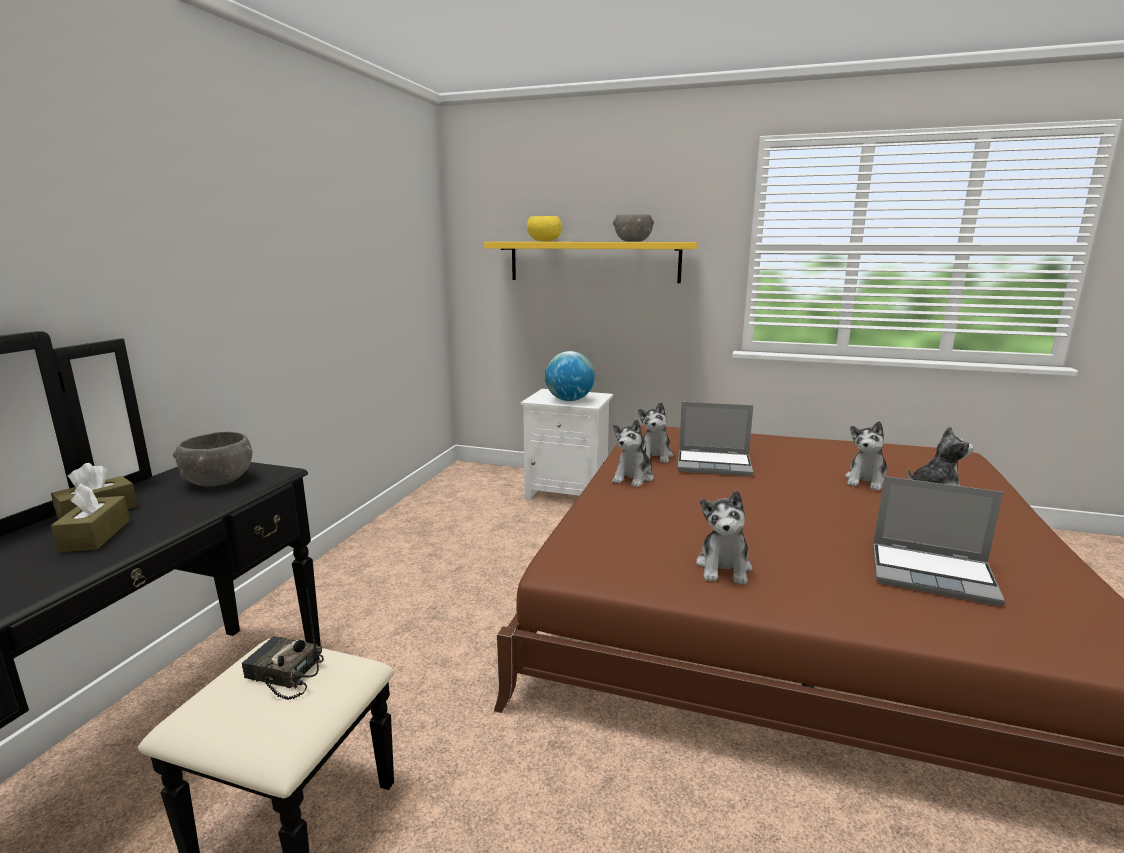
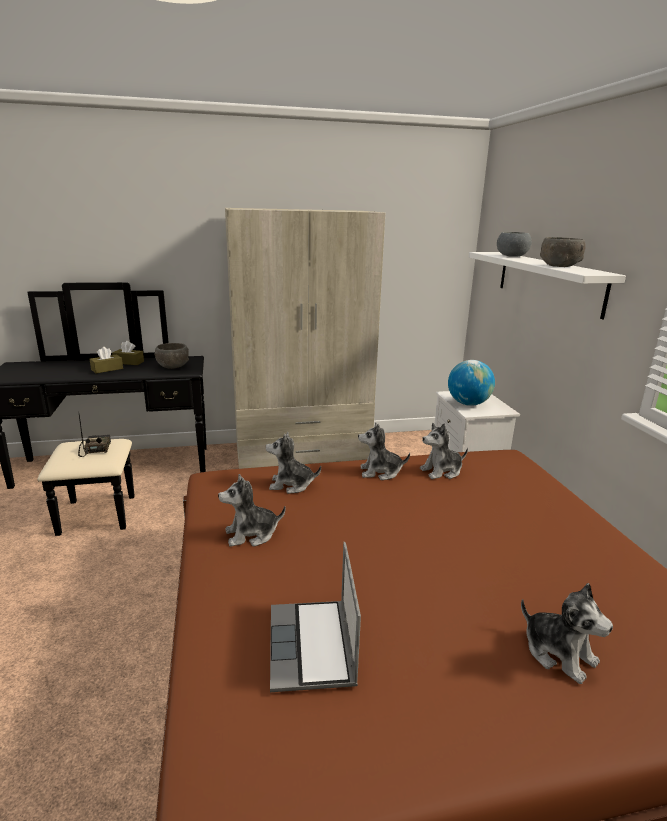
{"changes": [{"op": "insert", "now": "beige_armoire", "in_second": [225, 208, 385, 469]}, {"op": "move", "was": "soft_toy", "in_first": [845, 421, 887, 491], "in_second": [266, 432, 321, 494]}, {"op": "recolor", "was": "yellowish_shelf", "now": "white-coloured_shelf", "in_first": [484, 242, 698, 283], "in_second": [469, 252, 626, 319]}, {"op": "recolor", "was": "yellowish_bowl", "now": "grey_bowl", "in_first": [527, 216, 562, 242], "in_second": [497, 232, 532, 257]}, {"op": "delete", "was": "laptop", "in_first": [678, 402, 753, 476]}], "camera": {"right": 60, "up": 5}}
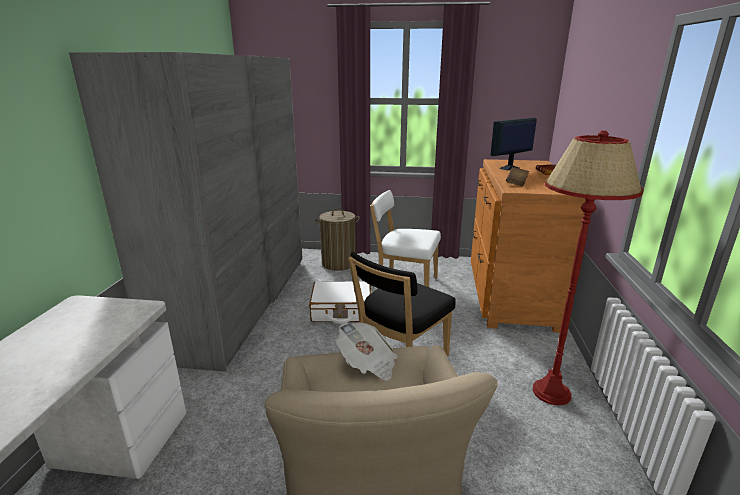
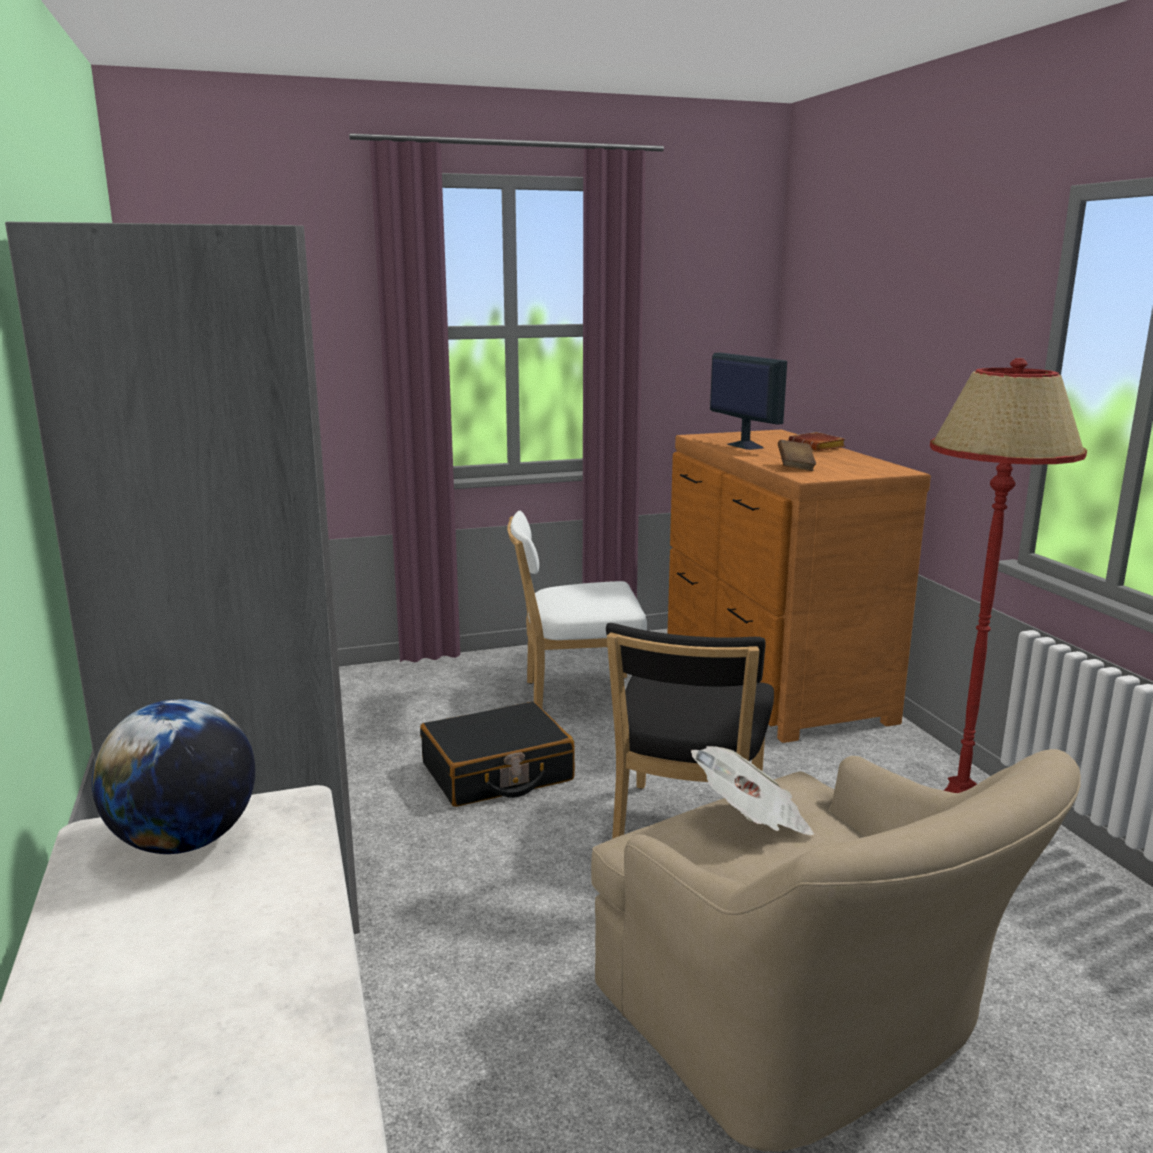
{"changes": [{"op": "insert", "now": "world_globe", "in_second": [92, 699, 255, 854]}, {"op": "recolor", "was": "white-coloured_piece_of_luggage", "now": "black_piece_of_luggage", "in_first": [309, 281, 372, 324], "in_second": [420, 702, 575, 807]}, {"op": "rotate", "was": "computer_screen", "in_first": [490, 118, 537, 170], "in_second": [710, 353, 787, 450], "clockwise": 120}, {"op": "delete", "was": "hamper", "in_first": [315, 208, 360, 271]}], "camera": {"right": -25, "up": -5}}
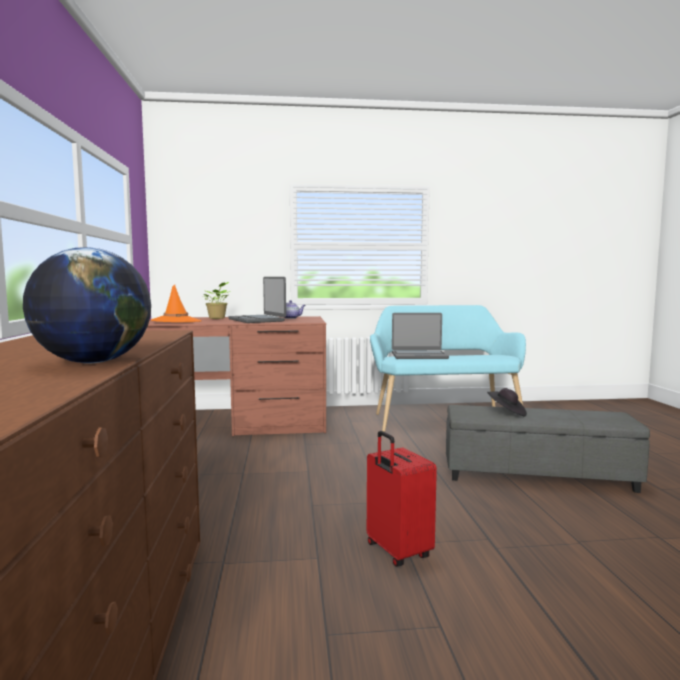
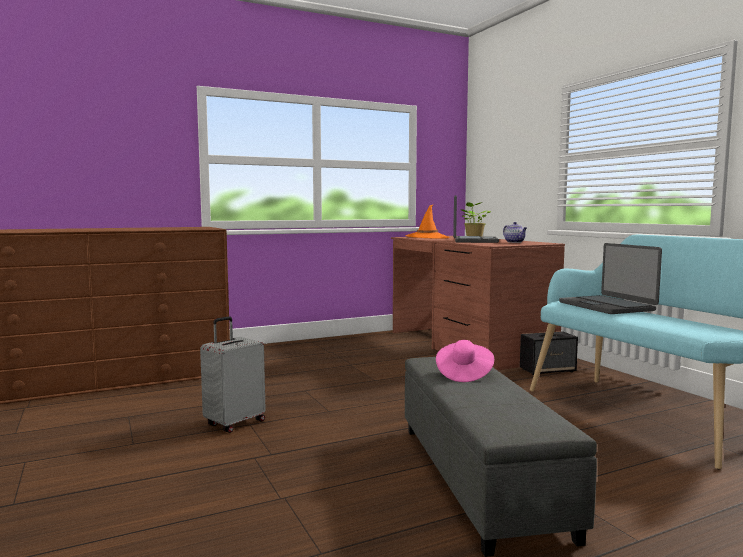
{"changes": [{"op": "recolor", "was": "red-coloured_piece_of_luggage", "now": "grey_piece_of_luggage", "in_first": [367, 431, 437, 566], "in_second": [200, 316, 266, 433]}, {"op": "recolor", "was": "black_wearable_hat", "now": "pinkish_wearable_hat", "in_first": [487, 388, 527, 416], "in_second": [436, 340, 494, 382]}, {"op": "rotate", "was": "laptop", "in_first": [228, 277, 286, 323], "in_second": [453, 195, 499, 243], "clockwise": 150}, {"op": "insert", "now": "loudspeaker", "in_second": [520, 332, 578, 375]}, {"op": "delete", "was": "world_globe", "in_first": [23, 247, 151, 363]}], "camera": {"right": 70, "up": 0}}
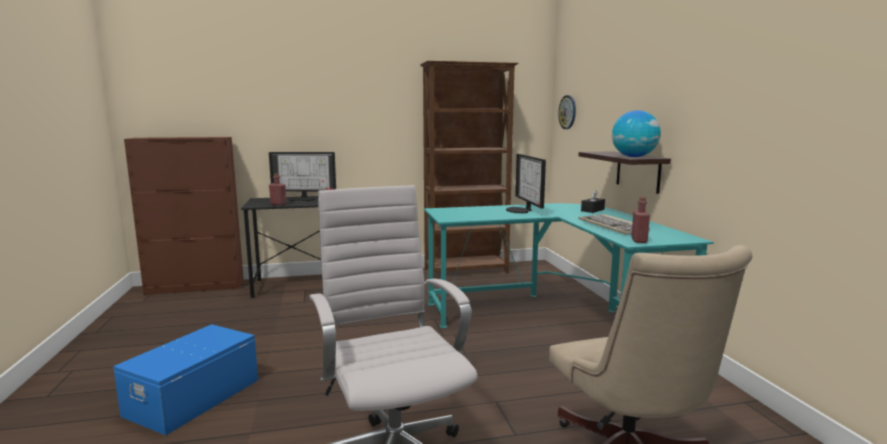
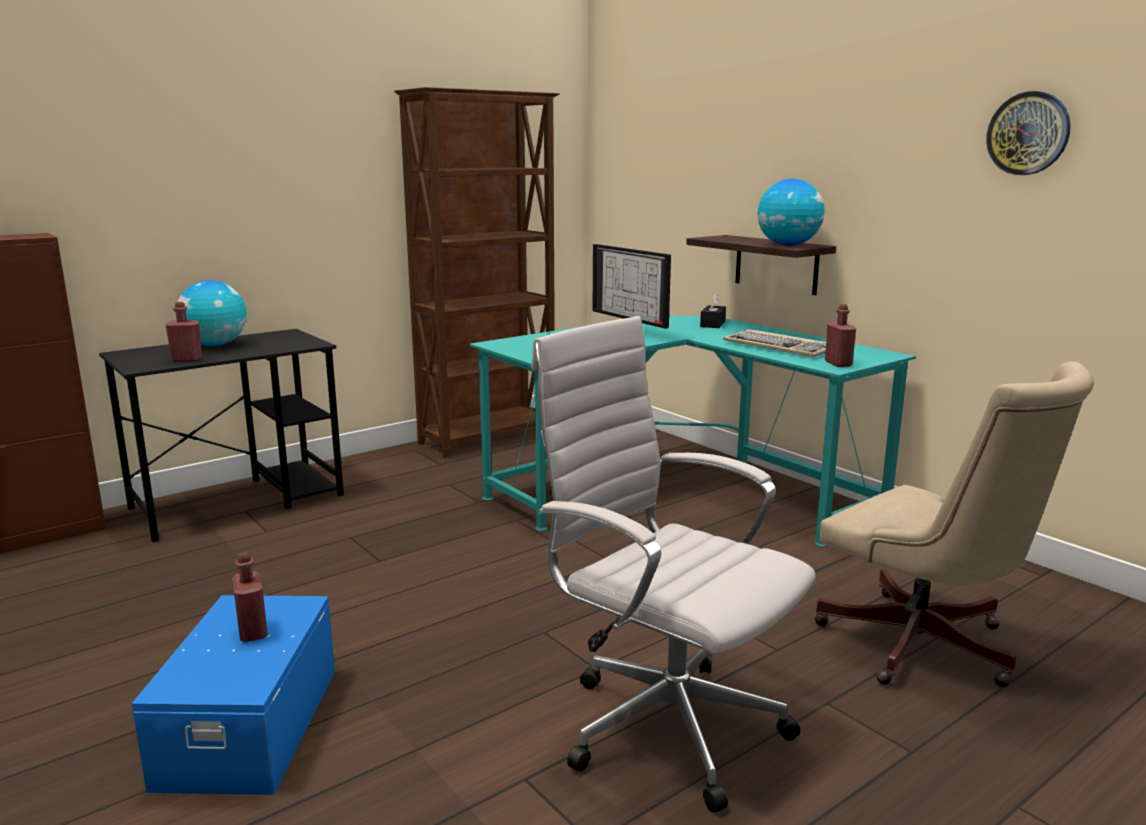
{"changes": [{"op": "replace", "was": "computer_screen", "now": "world_globe", "in_first": [269, 152, 336, 201], "in_second": [178, 280, 247, 346]}, {"op": "insert", "now": "red-coloured_drink_bottle", "in_second": [232, 552, 268, 642]}, {"op": "move", "was": "wall_clock", "in_first": [558, 95, 576, 129], "in_second": [986, 91, 1071, 175]}], "camera": {"right": -25, "up": 5}}
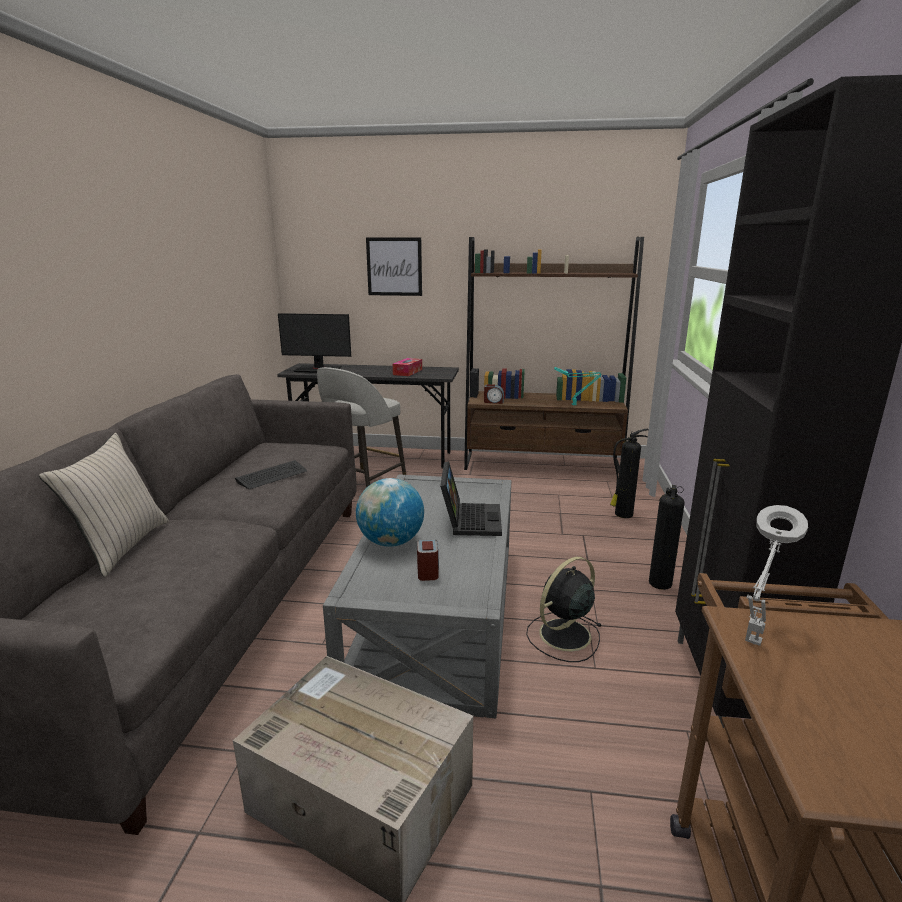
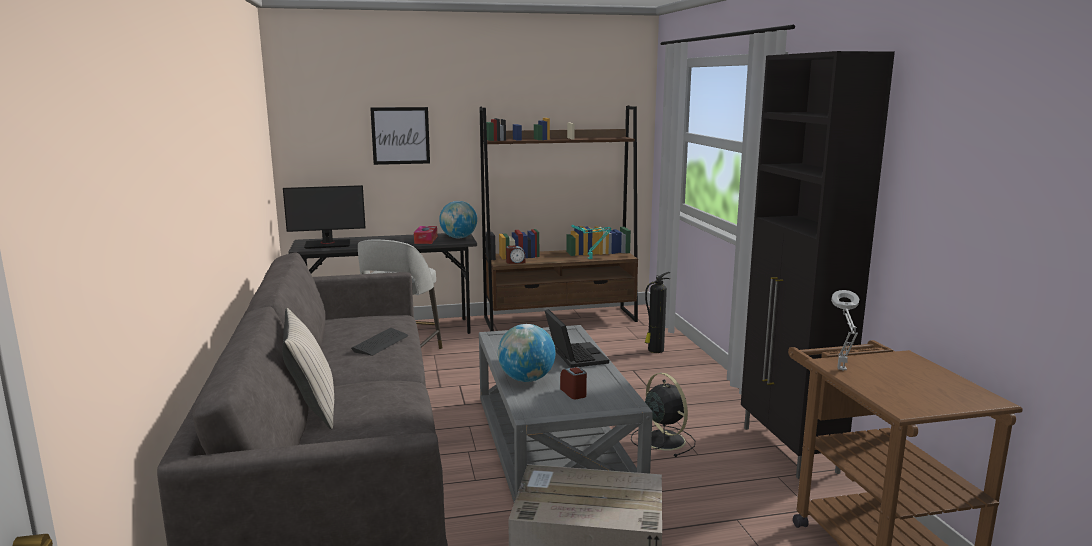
{"changes": [{"op": "insert", "now": "world_globe", "in_second": [439, 201, 477, 238]}, {"op": "rotate", "was": "black_cooling_fan", "in_first": [526, 557, 602, 662], "in_second": [631, 373, 695, 457], "clockwise": 120}, {"op": "delete", "was": "extinguisher", "in_first": [649, 485, 685, 590]}], "camera": {"right": -20, "up": -5}}
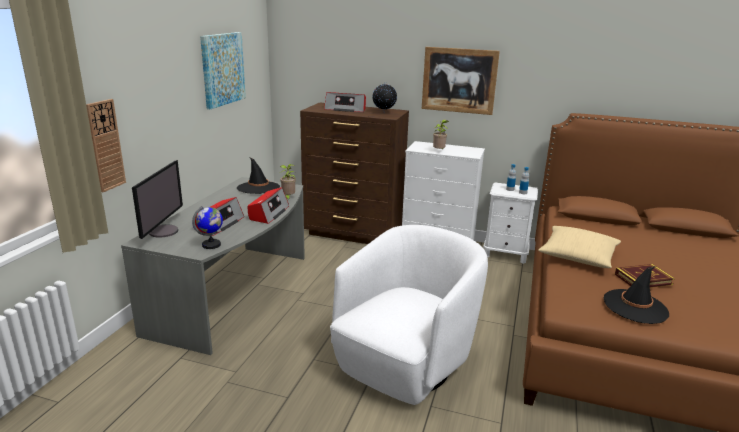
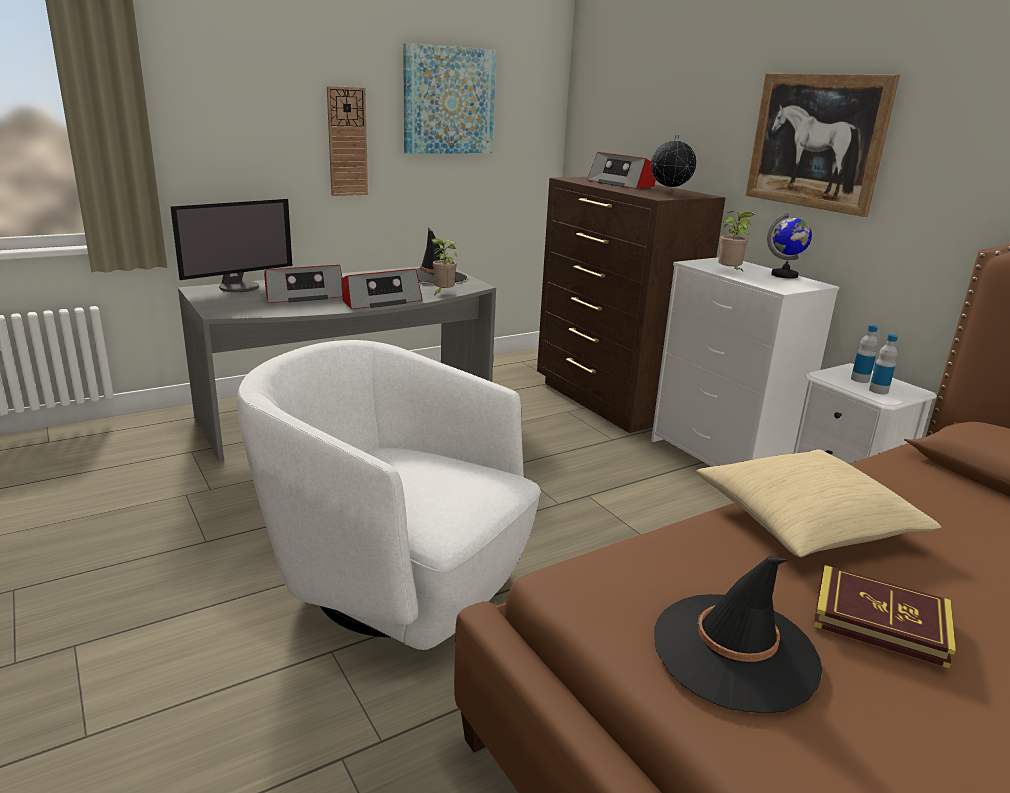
{"changes": [{"op": "rotate", "was": "white-coloured_lounge_chair", "in_first": [330, 225, 488, 405], "in_second": [237, 340, 541, 650], "clockwise": -135}, {"op": "move", "was": "wall_clock", "in_first": [86, 99, 126, 192], "in_second": [327, 86, 368, 196]}, {"op": "move", "was": "world_globe", "in_first": [192, 206, 223, 249], "in_second": [767, 213, 812, 279]}], "camera": {"right": 40, "up": 0}}
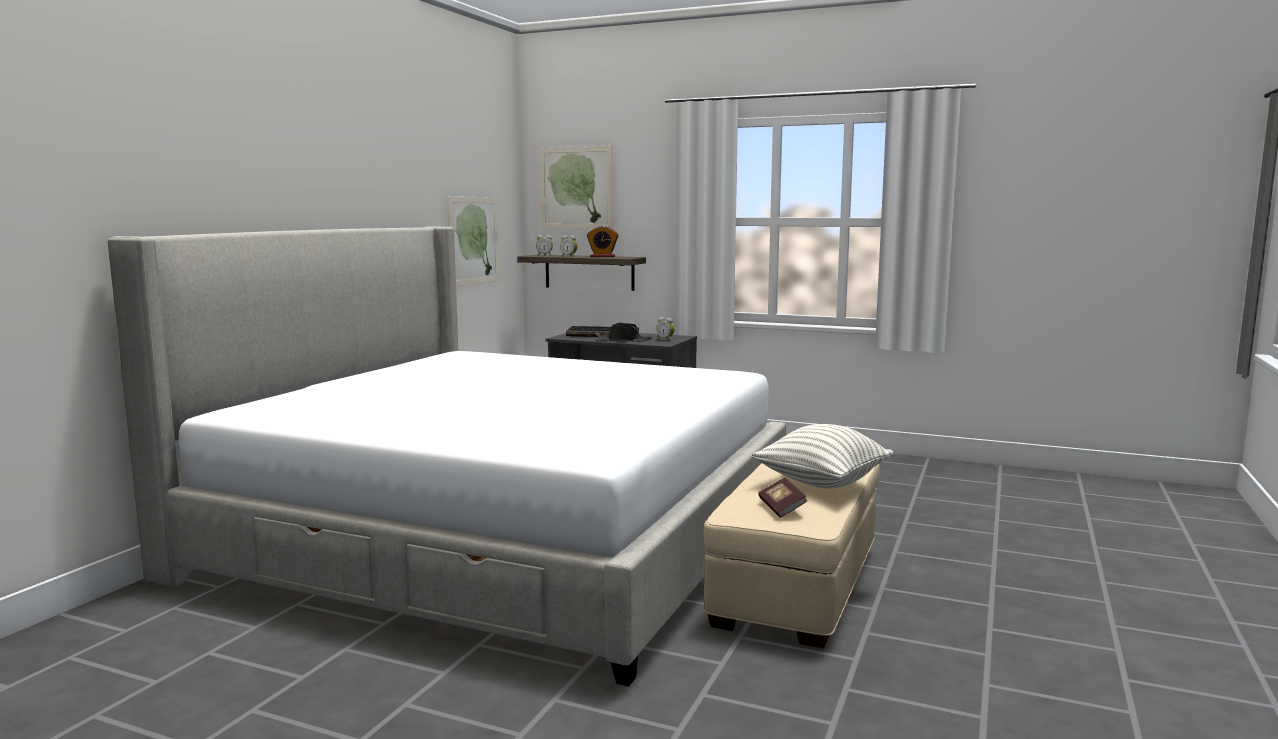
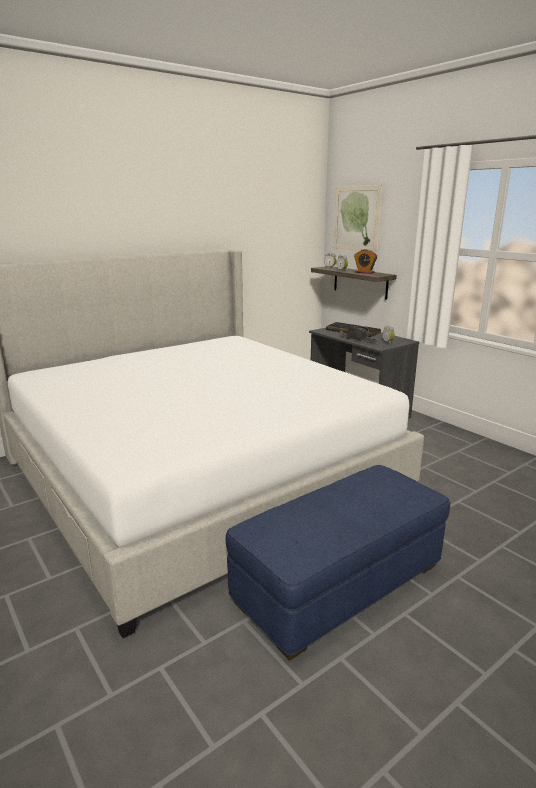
{"changes": [{"op": "recolor", "was": "beige_ottoman", "now": "bluish_ottoman", "in_first": [704, 463, 880, 648], "in_second": [226, 465, 450, 661]}, {"op": "delete", "was": "wall_art", "in_first": [447, 196, 500, 287]}, {"op": "delete", "was": "throw_pillow", "in_first": [752, 424, 893, 489]}, {"op": "delete", "was": "volume", "in_first": [758, 478, 807, 518]}], "camera": {"right": 30, "up": 10}}
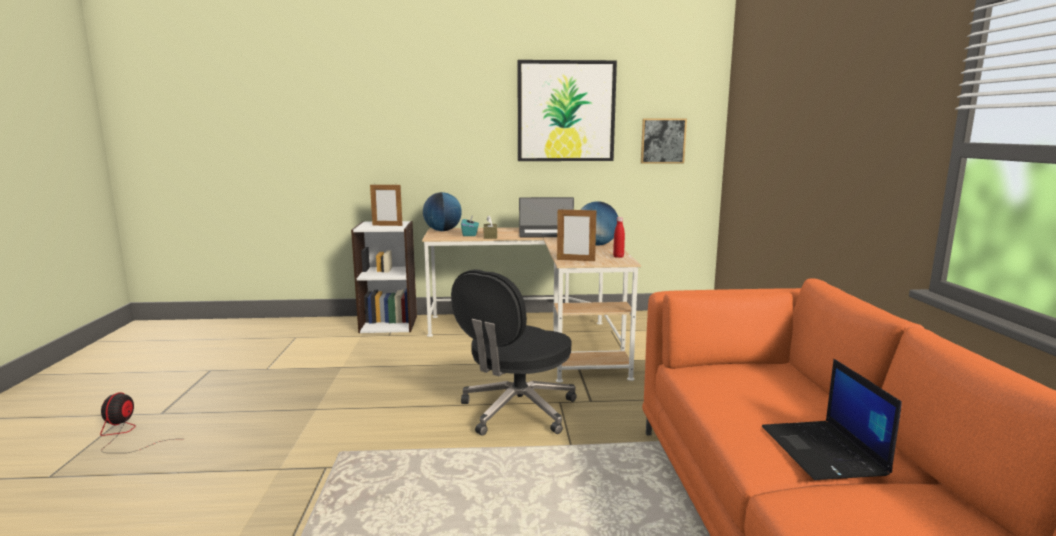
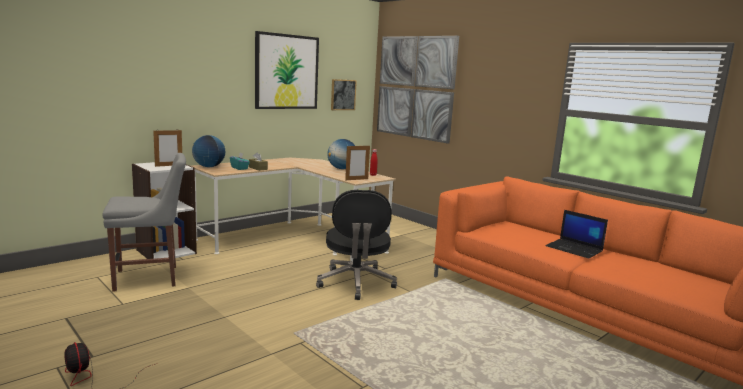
{"changes": [{"op": "insert", "now": "grey_chair", "in_second": [103, 153, 186, 292]}, {"op": "insert", "now": "wall_art", "in_second": [377, 36, 459, 144]}, {"op": "delete", "was": "laptop", "in_first": [519, 197, 574, 237]}], "camera": {"right": -40, "up": 0}}
